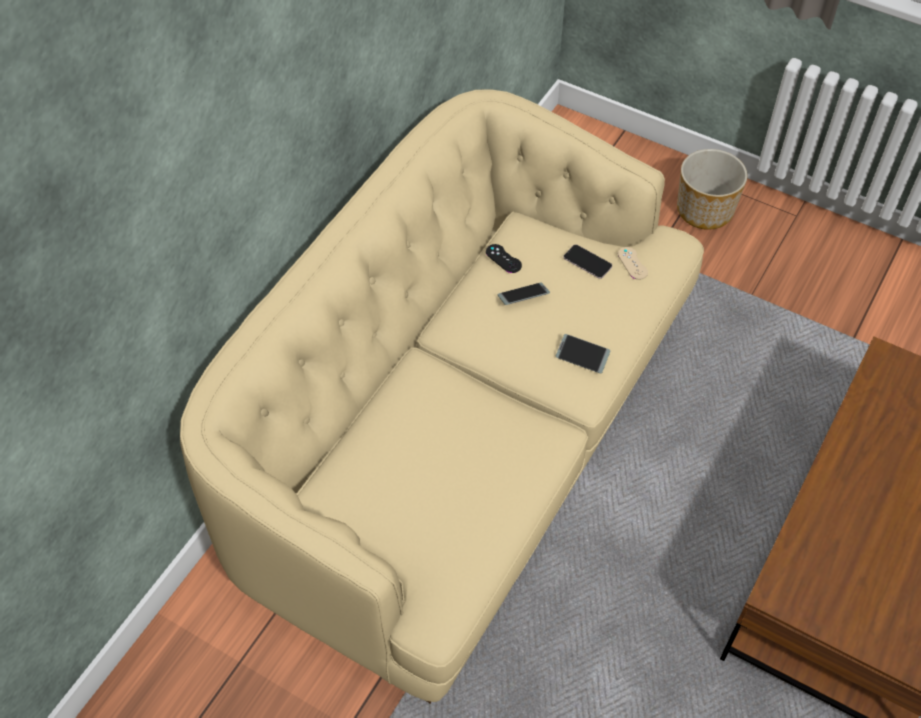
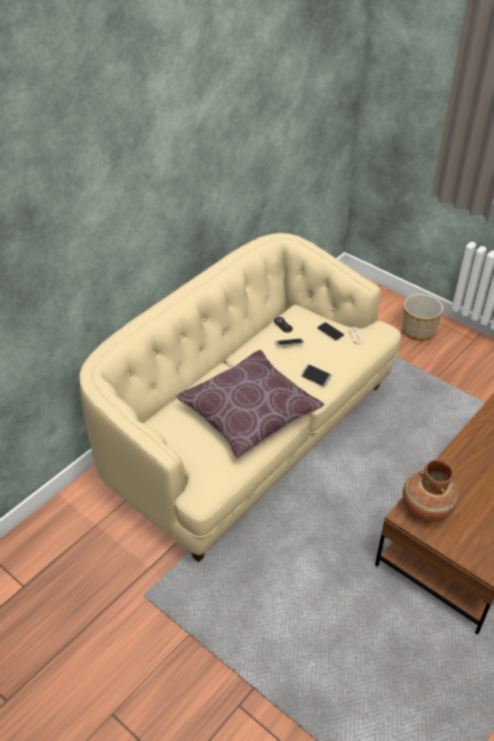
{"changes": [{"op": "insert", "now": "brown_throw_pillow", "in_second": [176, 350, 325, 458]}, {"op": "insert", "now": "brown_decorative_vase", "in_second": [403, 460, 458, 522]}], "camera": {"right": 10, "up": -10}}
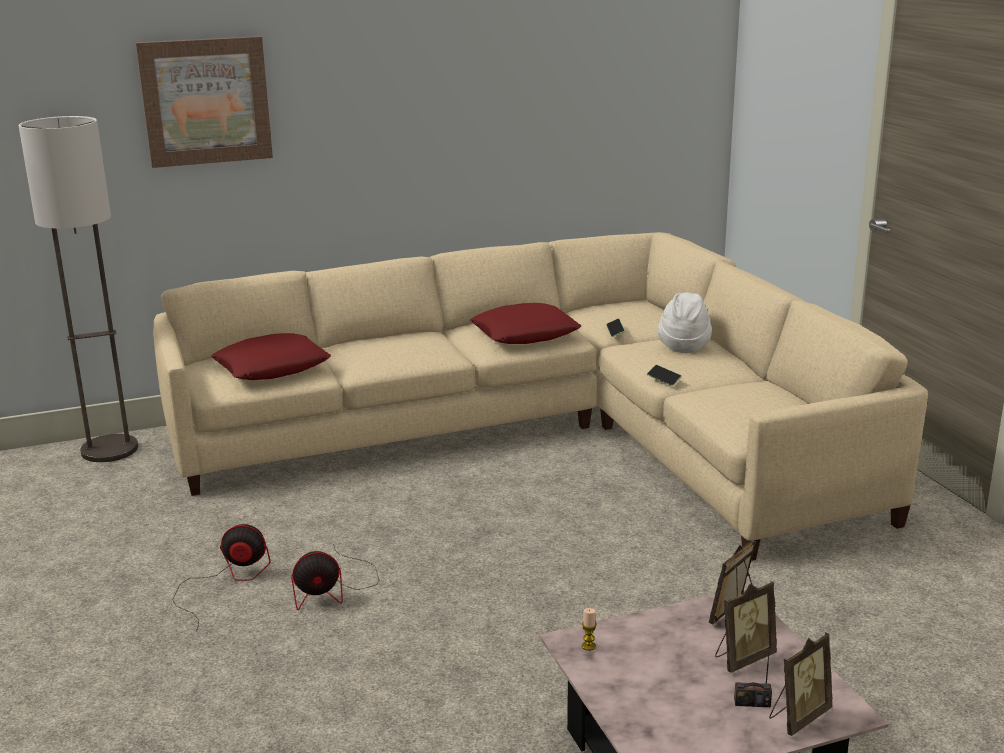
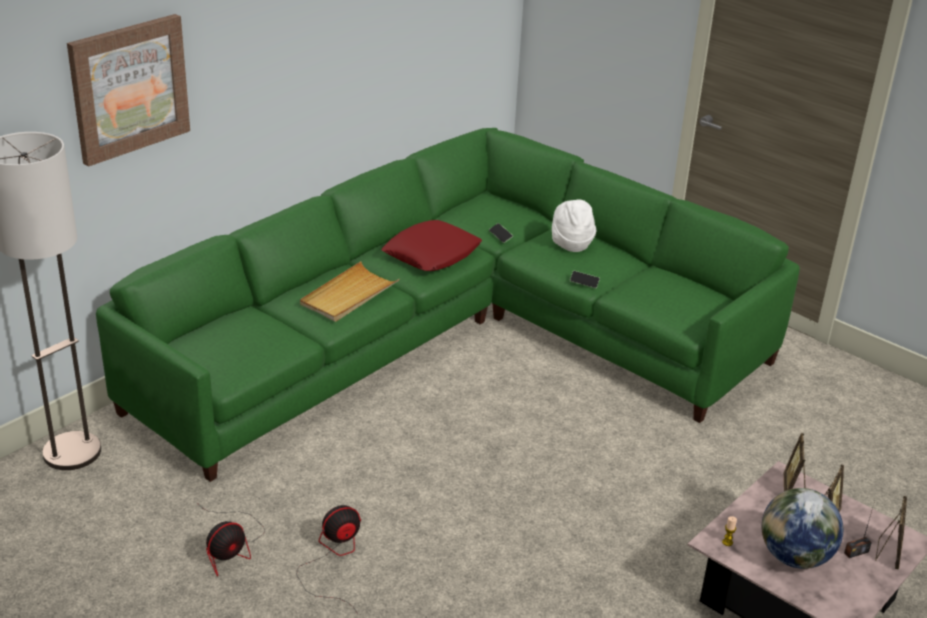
{"changes": [{"op": "recolor", "was": "beige_sofa", "now": "green_sofa", "in_first": [153, 232, 928, 561], "in_second": [96, 128, 800, 482]}, {"op": "move", "was": "cooling_fan", "in_first": [291, 544, 379, 610], "in_second": [197, 503, 265, 576]}, {"op": "insert", "now": "beige_tray", "in_second": [300, 261, 400, 322]}, {"op": "insert", "now": "world_globe", "in_second": [761, 488, 843, 569]}, {"op": "delete", "was": "red-coloured_throw_pillow", "in_first": [211, 333, 331, 380]}], "camera": {"right": -30, "up": 10}}
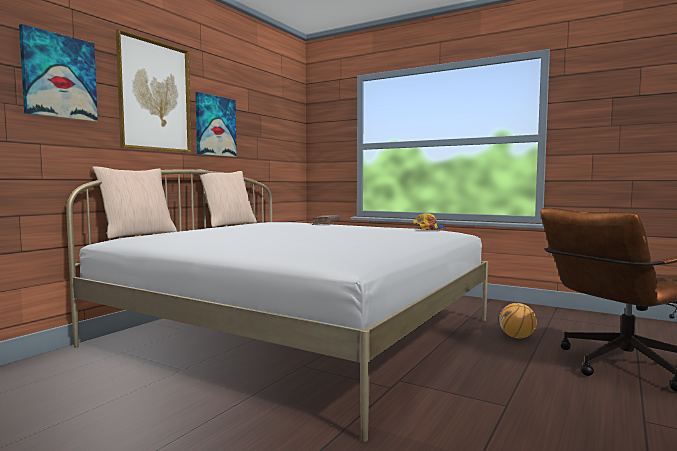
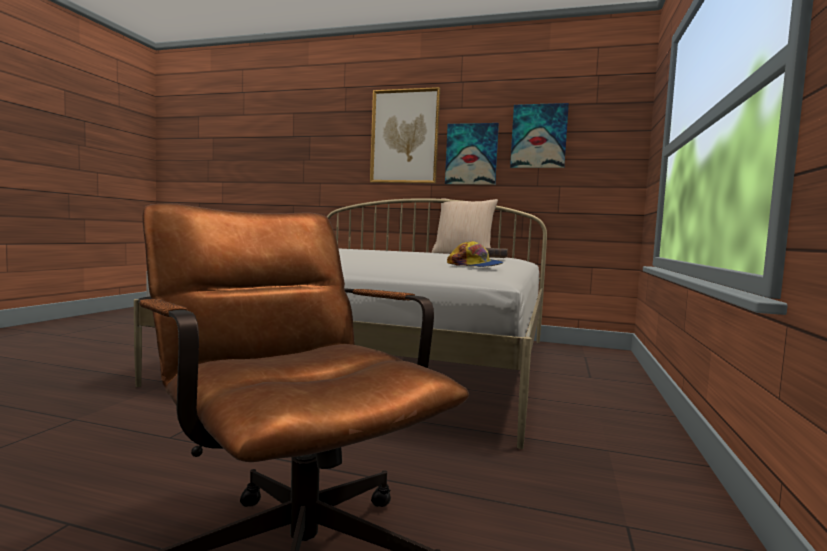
{"changes": [{"op": "move", "was": "wall_art", "in_first": [19, 24, 98, 122], "in_second": [510, 103, 569, 168]}, {"op": "delete", "was": "beige_throw_pillow", "in_first": [92, 166, 177, 239]}, {"op": "delete", "was": "basketball_ball", "in_first": [499, 303, 537, 338]}], "camera": {"right": 75, "up": 0}}
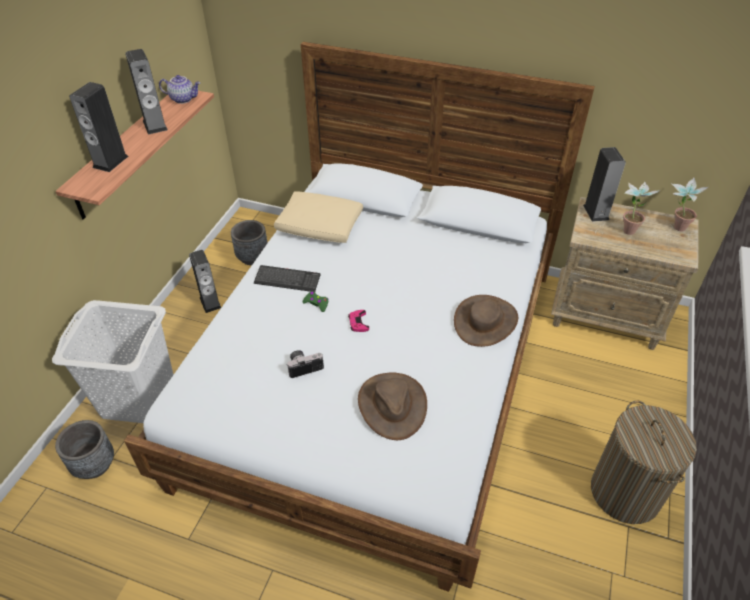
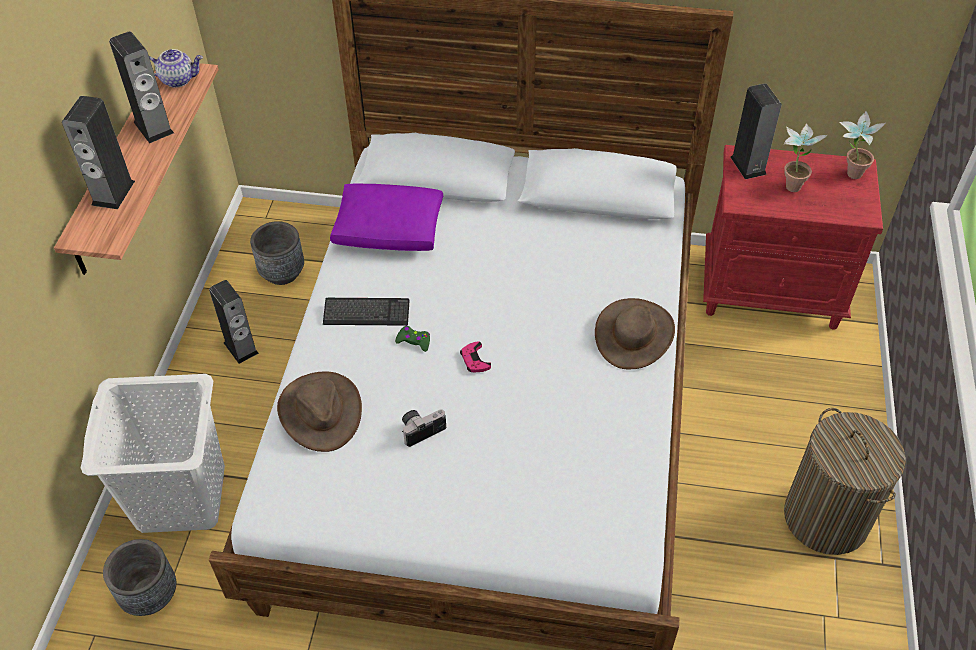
{"changes": [{"op": "move", "was": "brown_wearable_hat", "in_first": [358, 372, 427, 440], "in_second": [277, 372, 362, 452]}, {"op": "recolor", "was": "beige_throw_pillow", "now": "purple_throw_pillow", "in_first": [274, 191, 363, 243], "in_second": [330, 184, 443, 251]}, {"op": "recolor", "was": "beige_nightstand", "now": "red-coloured_nightstand", "in_first": [551, 197, 699, 350], "in_second": [703, 145, 883, 330]}], "camera": {"right": -10, "up": 5}}
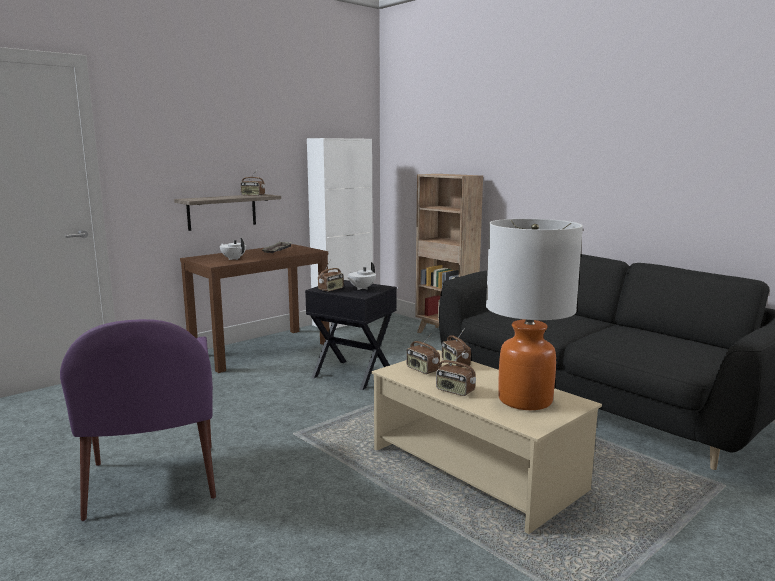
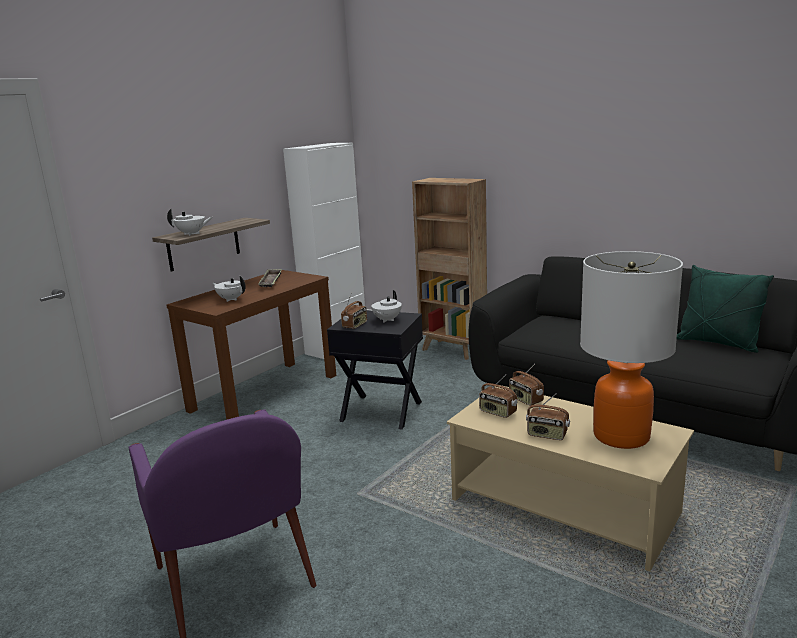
{"changes": [{"op": "insert", "now": "white-coloured_tea_pot", "in_second": [167, 209, 213, 236]}, {"op": "insert", "now": "green_throw_pillow", "in_second": [677, 265, 774, 353]}, {"op": "delete", "was": "radio_receiver", "in_first": [240, 170, 265, 196]}], "camera": {"right": -10, "up": 5}}
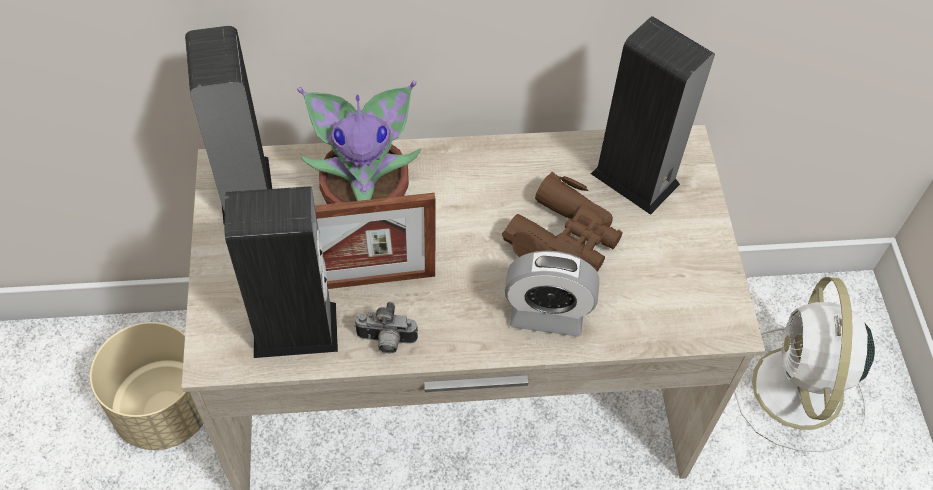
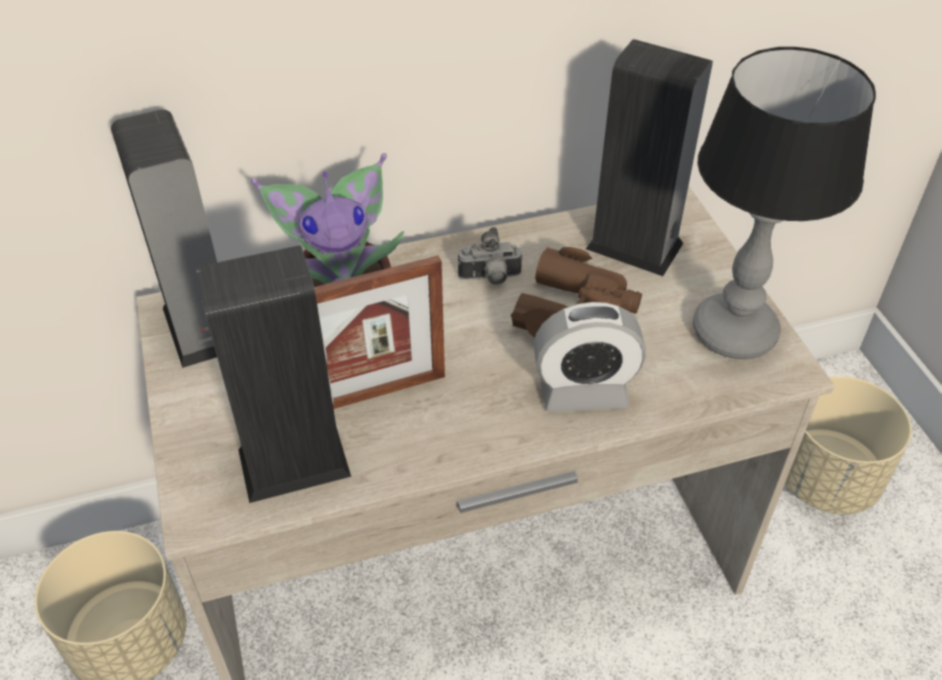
{"changes": [{"op": "move", "was": "photo_camera", "in_first": [354, 302, 418, 353], "in_second": [458, 227, 523, 285]}, {"op": "insert", "now": "table_lamp", "in_second": [693, 47, 876, 359]}, {"op": "replace", "was": "white-coloured_cooling_fan", "now": "beige_planter", "in_first": [734, 277, 875, 452], "in_second": [785, 376, 912, 514]}], "camera": {"right": -10, "up": -10}}
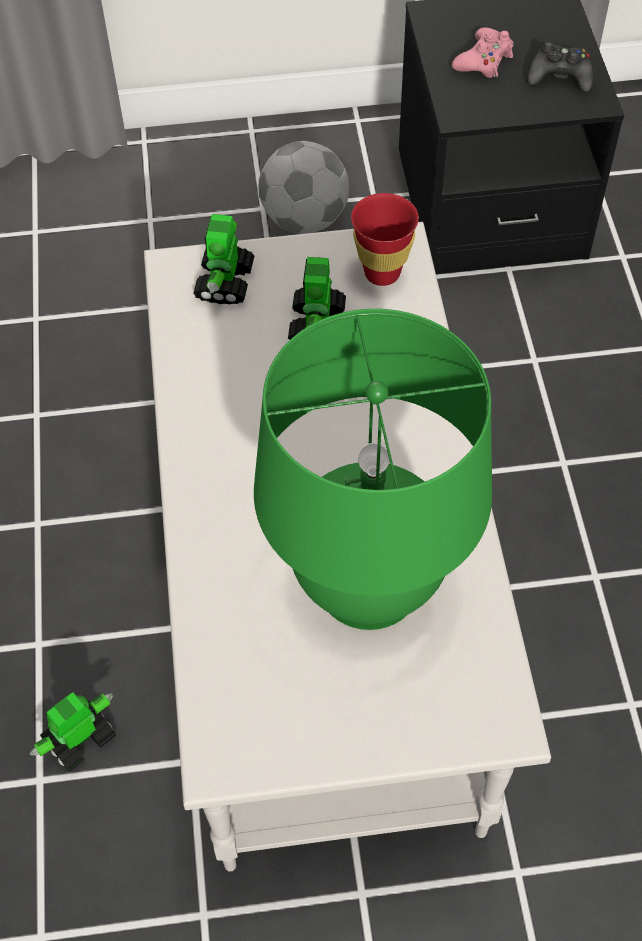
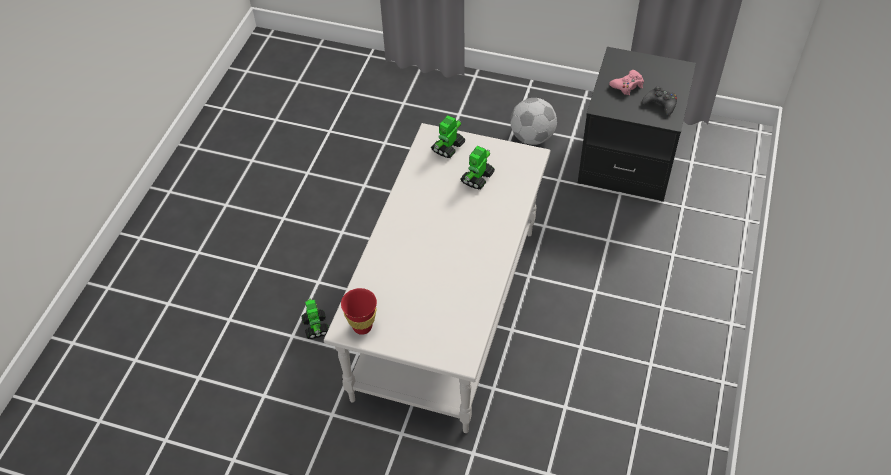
{"changes": [{"op": "rotate", "was": "robot_figure", "in_first": [29, 692, 116, 772], "in_second": [301, 298, 329, 339], "clockwise": 90}, {"op": "move", "was": "red-coloured_cup", "in_first": [351, 193, 419, 286], "in_second": [341, 288, 377, 335]}, {"op": "delete", "was": "green_table_lamp", "in_first": [254, 309, 492, 630]}], "camera": {"right": 25, "up": -5}}
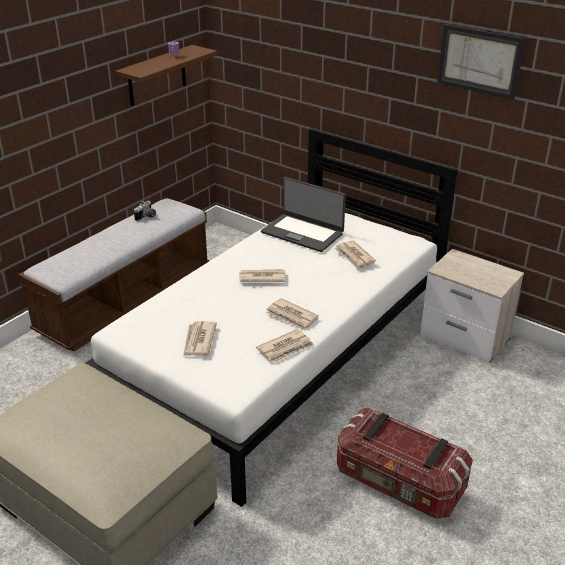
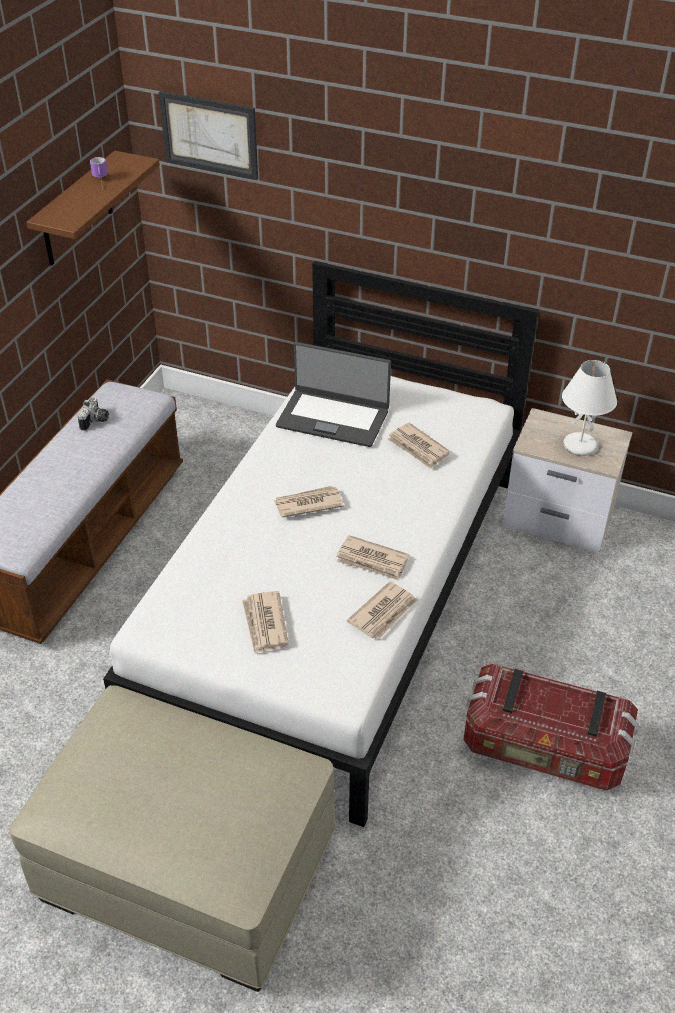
{"changes": [{"op": "move", "was": "wall_art", "in_first": [437, 24, 525, 100], "in_second": [158, 91, 258, 180]}, {"op": "insert", "now": "white-coloured_table_lamp", "in_second": [562, 360, 617, 456]}], "camera": {"right": -15, "up": 10}}
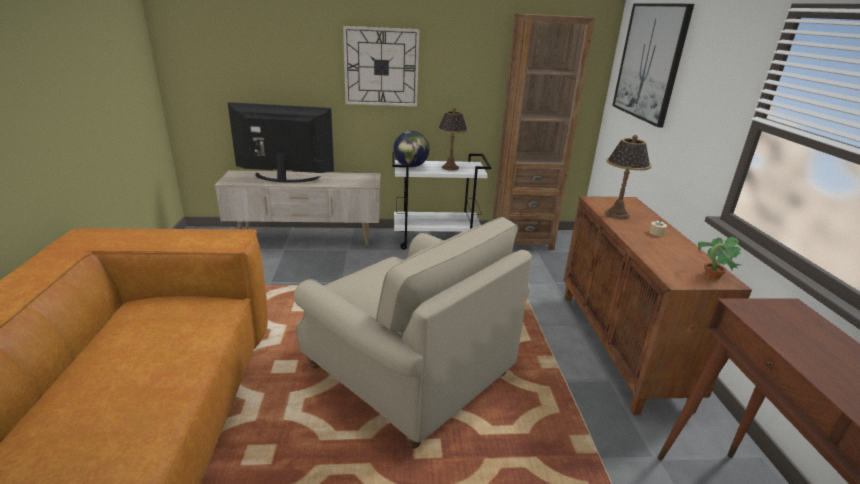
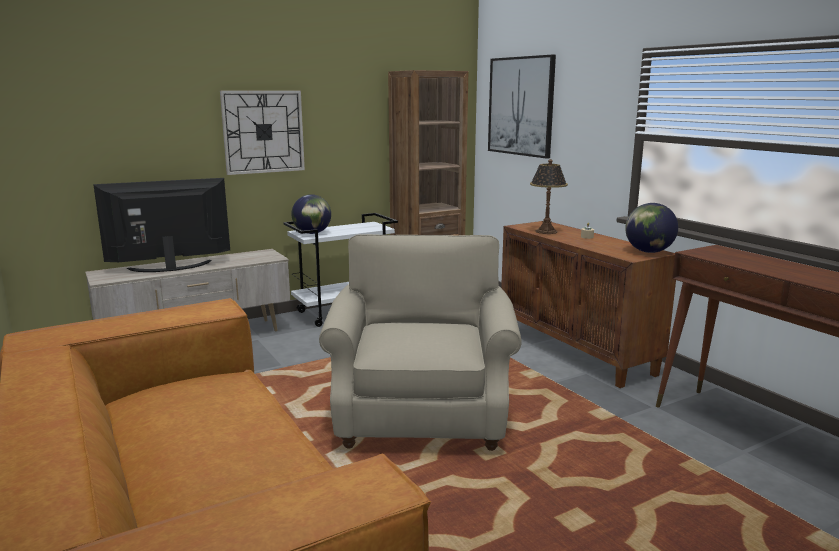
{"changes": [{"op": "rotate", "was": "beige_lounge_chair", "in_first": [294, 217, 532, 449], "in_second": [319, 234, 522, 451], "clockwise": -105}, {"op": "replace", "was": "potted_plant", "now": "world_globe", "in_first": [698, 237, 741, 280], "in_second": [625, 203, 678, 253]}, {"op": "delete", "was": "table_lamp", "in_first": [437, 108, 468, 171]}], "camera": {"right": -25, "up": -10}}
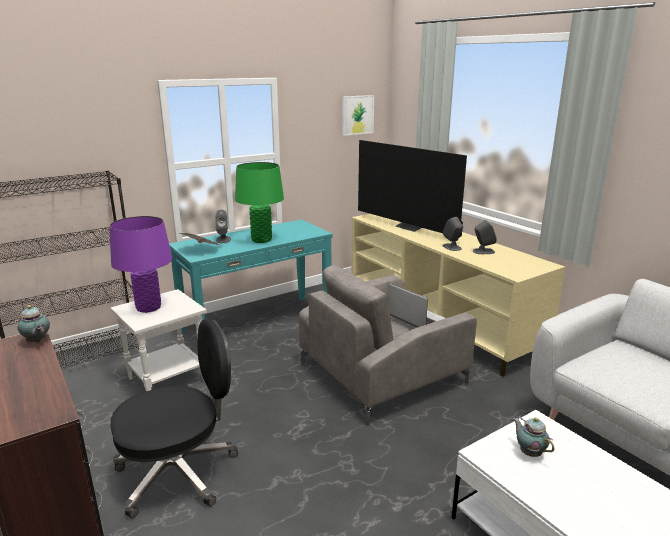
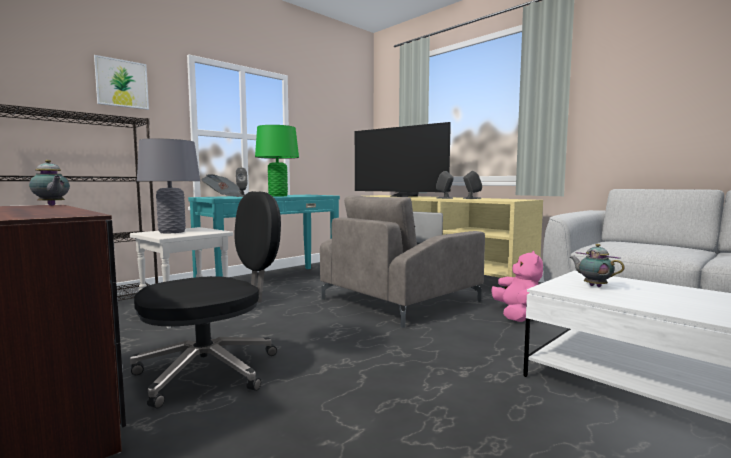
{"changes": [{"op": "move", "was": "wall_art", "in_first": [342, 95, 374, 136], "in_second": [94, 55, 149, 110]}, {"op": "recolor", "was": "purple_table_lamp", "now": "grey_table_lamp", "in_first": [109, 216, 172, 313], "in_second": [137, 138, 200, 234]}, {"op": "insert", "now": "pinkish_soft_toy", "in_second": [491, 251, 543, 322]}], "camera": {"right": -10, "up": -15}}
